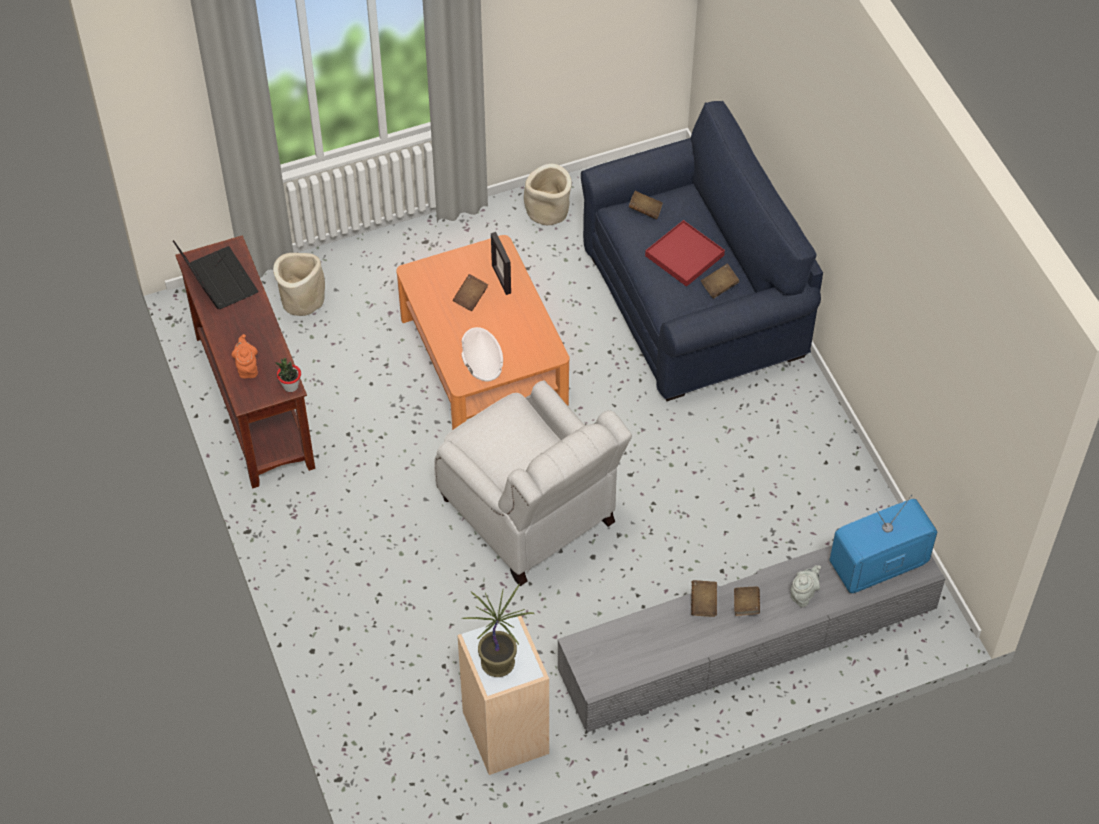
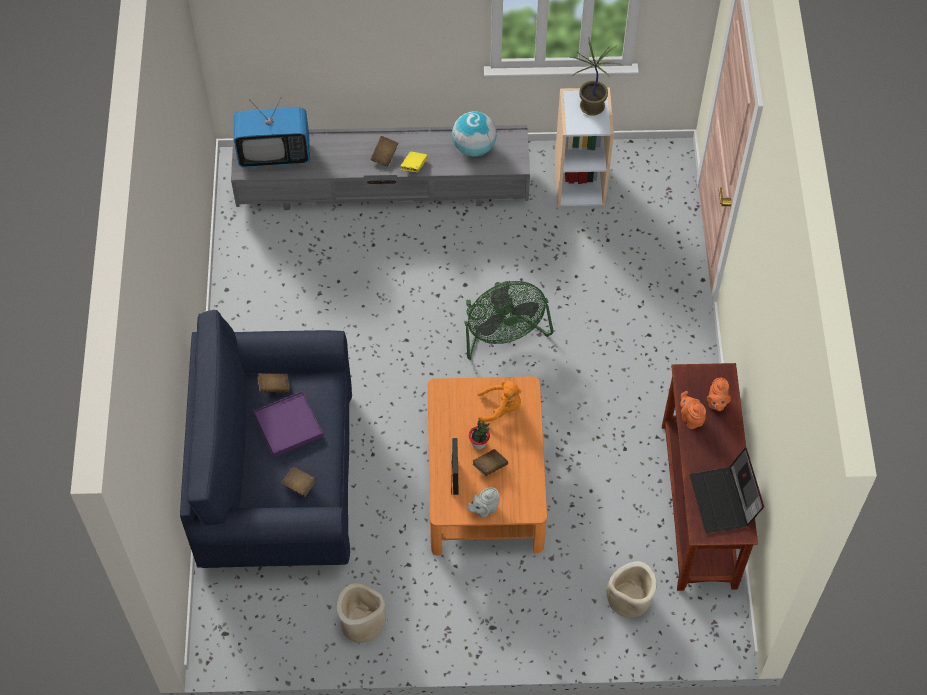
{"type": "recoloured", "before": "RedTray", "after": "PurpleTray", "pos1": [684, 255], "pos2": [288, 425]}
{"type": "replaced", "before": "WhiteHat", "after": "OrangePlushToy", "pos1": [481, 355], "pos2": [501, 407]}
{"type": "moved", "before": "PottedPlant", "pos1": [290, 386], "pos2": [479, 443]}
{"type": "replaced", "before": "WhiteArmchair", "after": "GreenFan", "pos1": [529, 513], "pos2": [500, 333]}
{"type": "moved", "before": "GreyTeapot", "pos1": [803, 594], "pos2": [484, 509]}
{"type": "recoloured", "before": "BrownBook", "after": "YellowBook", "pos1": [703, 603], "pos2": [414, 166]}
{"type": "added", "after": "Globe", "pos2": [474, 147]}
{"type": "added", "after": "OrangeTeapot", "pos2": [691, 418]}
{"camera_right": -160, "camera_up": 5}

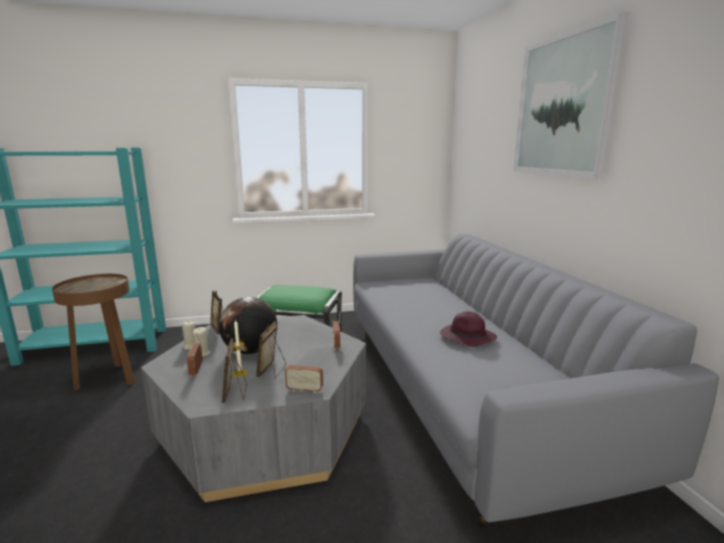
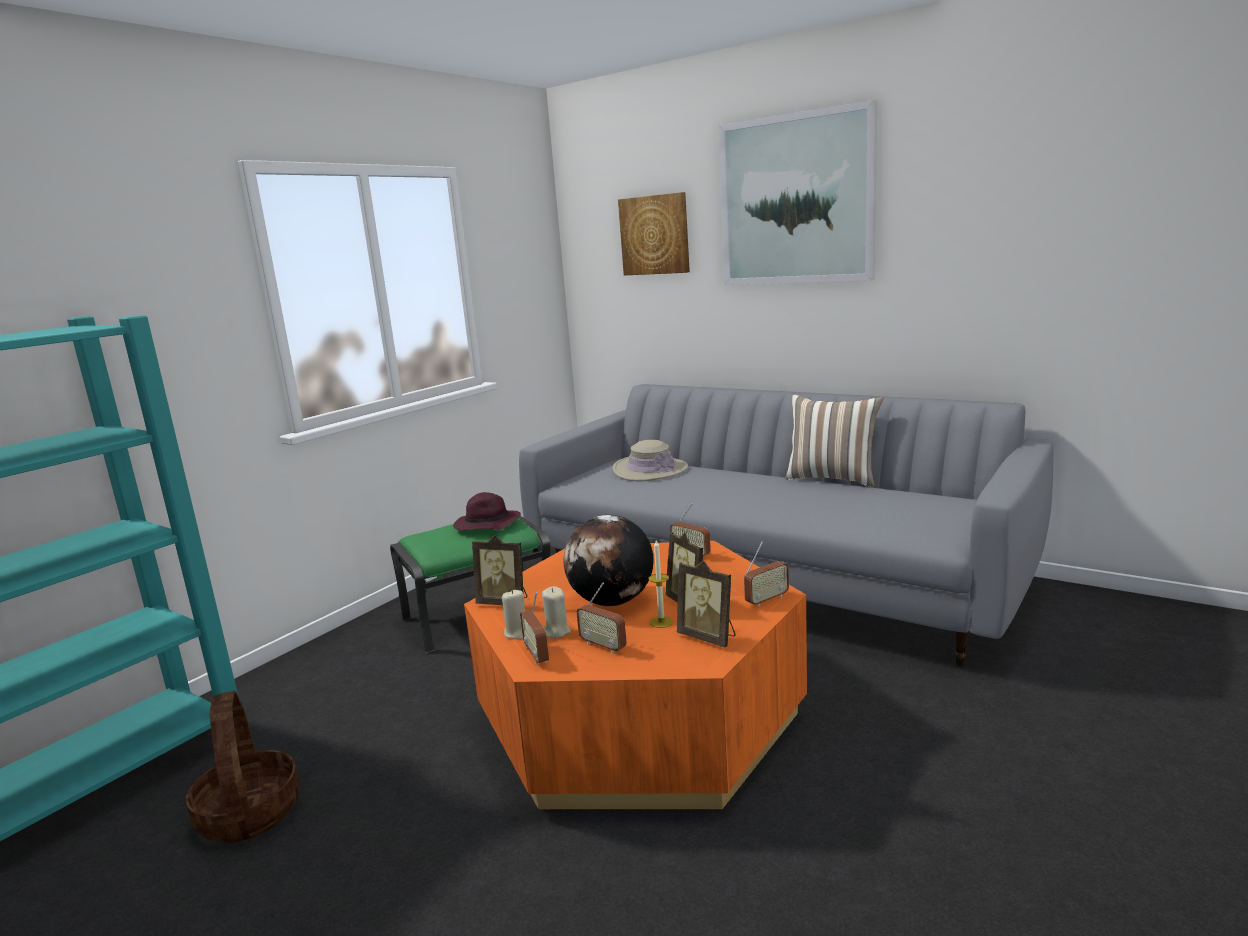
{"type": "replaced", "before": "BrownSideTable", "after": "Basket", "pos1": [109, 379], "pos2": [249, 813]}
{"type": "moved", "before": "PurpleHat", "pos1": [466, 338], "pos2": [486, 525]}
{"type": "recoloured", "before": "GreyCoffeeTable", "after": "OrangeCoffeeTable", "pos1": [265, 428], "pos2": [640, 717]}
{"type": "added", "after": "Picture", "pos2": [655, 235]}
{"type": "added", "after": "Pillow", "pos2": [832, 478]}
{"type": "added", "after": "BeigeHat", "pos2": [650, 470]}
{"type": "added", "after": "Radio", "pos2": [537, 655]}
{"camera_right": -40, "camera_up": 0}

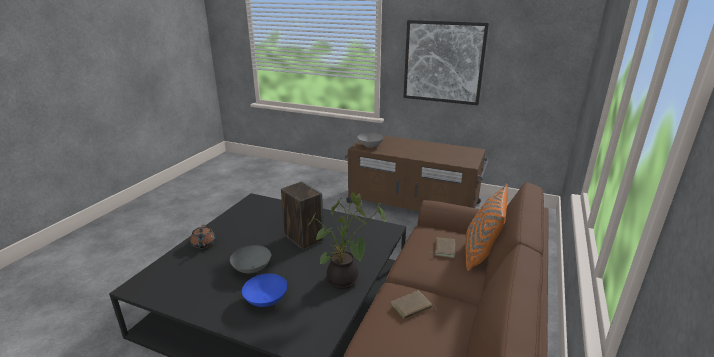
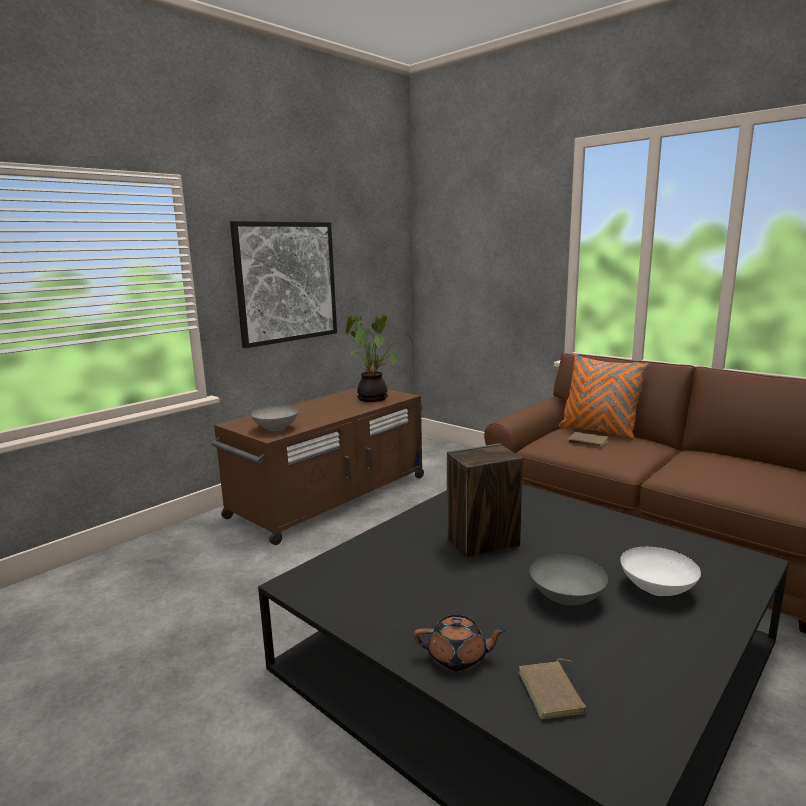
{"type": "moved", "before": "PottedPlant", "pos1": [344, 281], "pos2": [375, 398]}
{"type": "recoloured", "before": "BlueBowl", "after": "WhiteBowl", "pos1": [265, 301], "pos2": [658, 590]}
{"type": "moved", "before": "BrownBook", "pos1": [412, 307], "pos2": [553, 693]}
{"camera_right": -70, "camera_up": -10}

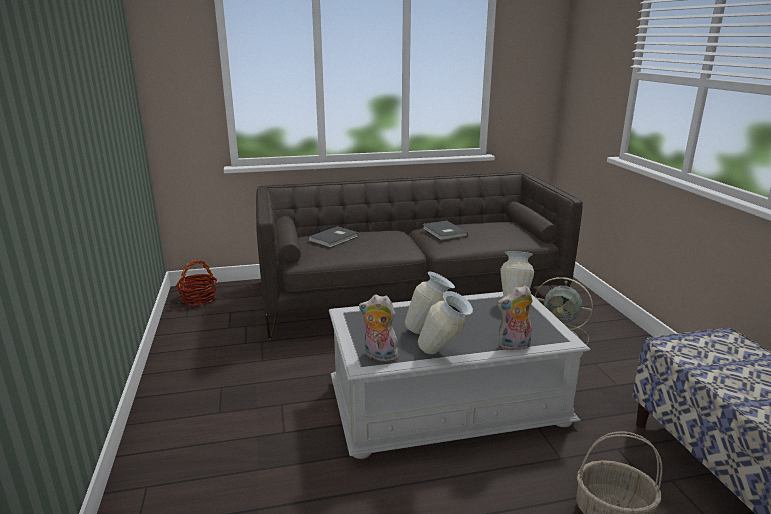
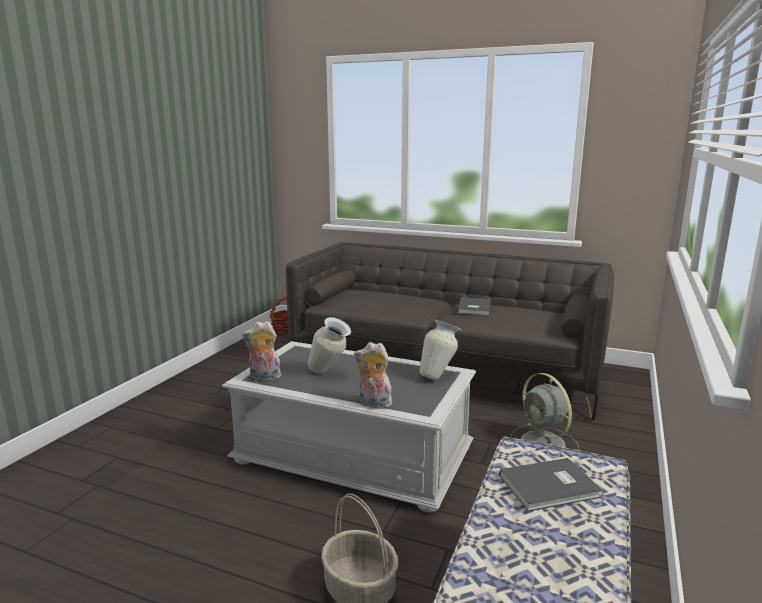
{"type": "moved", "before": "GreyBook", "pos1": [334, 238], "pos2": [551, 487]}
{"type": "removed", "before": "Vase", "pos1": [444, 354]}
{"type": "turned", "before": "PlushToy", "pos1": [379, 356], "pos2": [264, 378], "turn": -60}
{"camera_right": 35, "camera_up": -5}

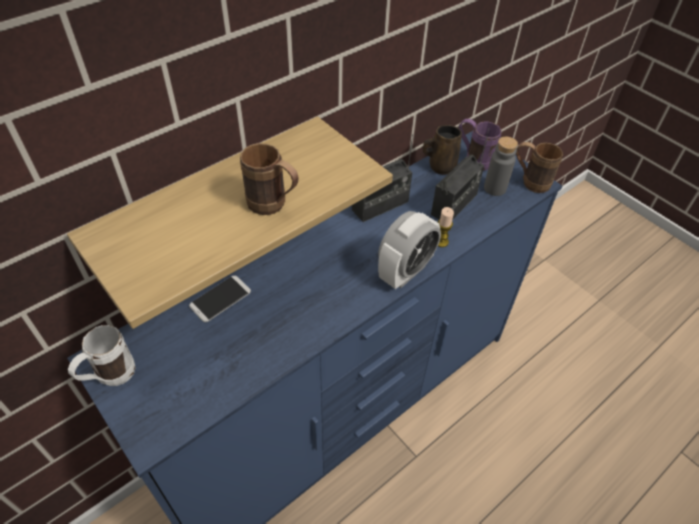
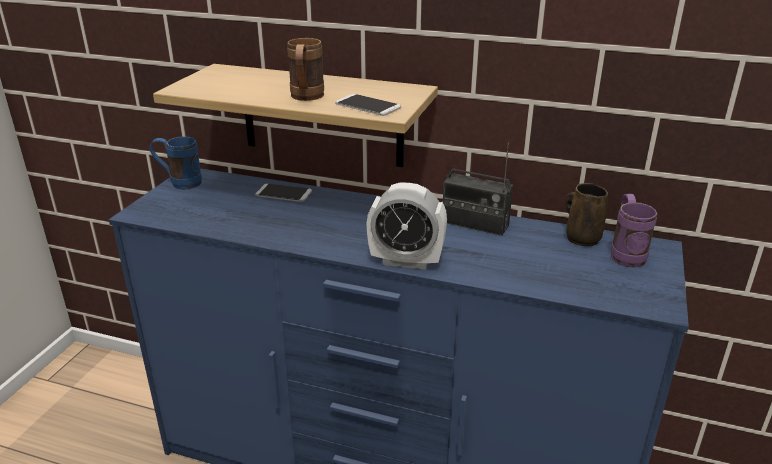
{"type": "removed", "before": "Radio", "pos1": [454, 204]}
{"type": "removed", "before": "GreyBottle", "pos1": [494, 188]}
{"type": "removed", "before": "BrownMug", "pos1": [529, 182]}
{"type": "removed", "before": "Candle", "pos1": [441, 242]}
{"type": "recoloured", "before": "WhiteMug", "after": "BlueMug", "pos1": [109, 378], "pos2": [179, 183]}
{"type": "added", "after": "Phone", "pos2": [368, 106]}
{"camera_right": 60, "camera_up": -20}

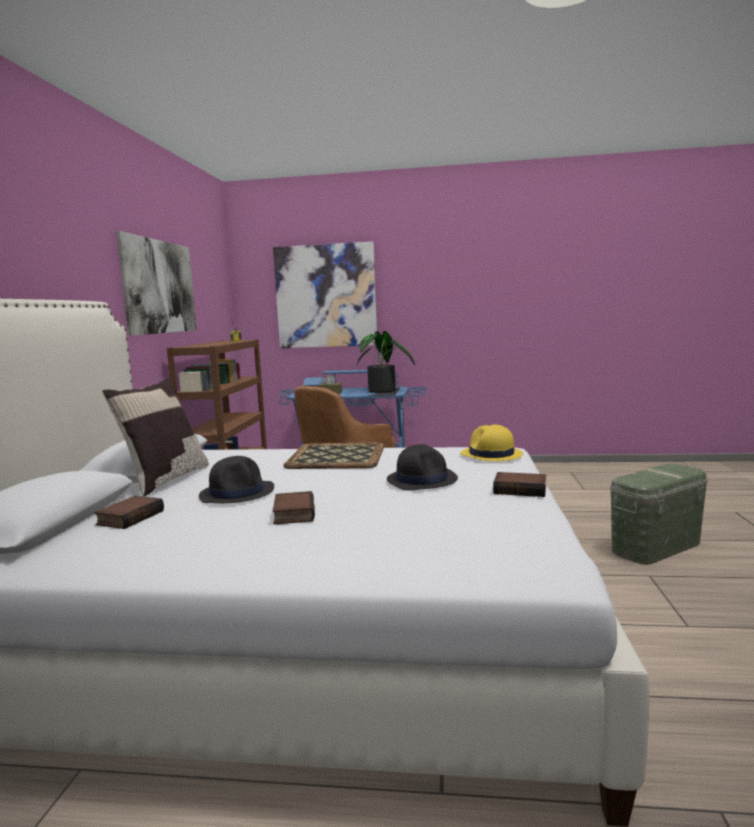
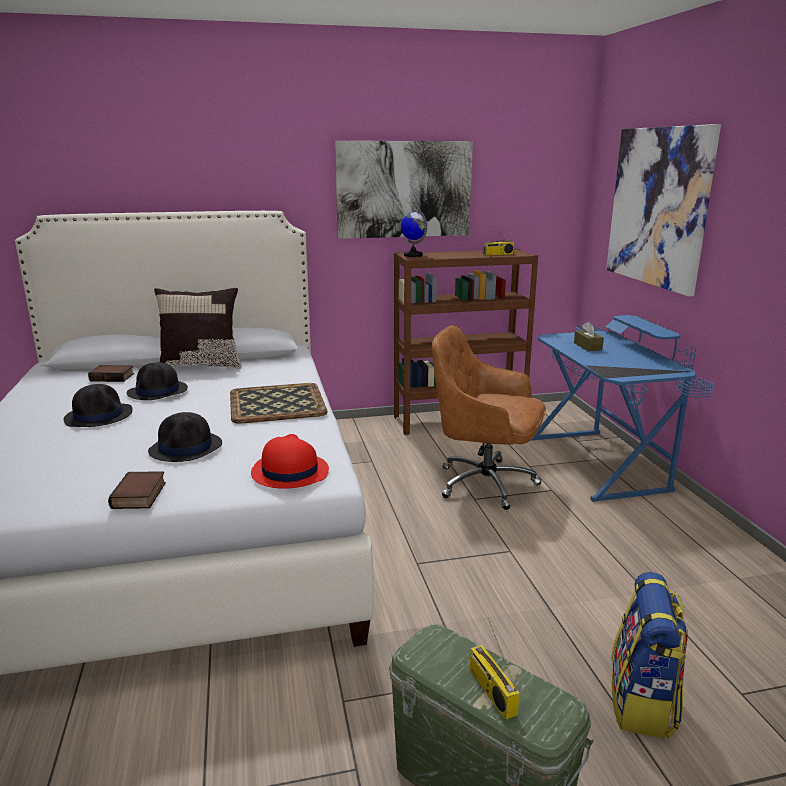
{"type": "removed", "before": "PottedPlant", "pos1": [384, 391]}
{"type": "recoloured", "before": "YellowHat", "after": "RedHat", "pos1": [491, 455], "pos2": [289, 472]}
{"type": "replaced", "before": "Book", "after": "BlackHat", "pos1": [292, 513], "pos2": [99, 416]}
{"type": "added", "after": "Globe", "pos2": [413, 255]}
{"type": "added", "after": "Backpack", "pos2": [643, 703]}
{"type": "added", "after": "Radio", "pos2": [490, 691]}
{"camera_right": 70, "camera_up": 10}

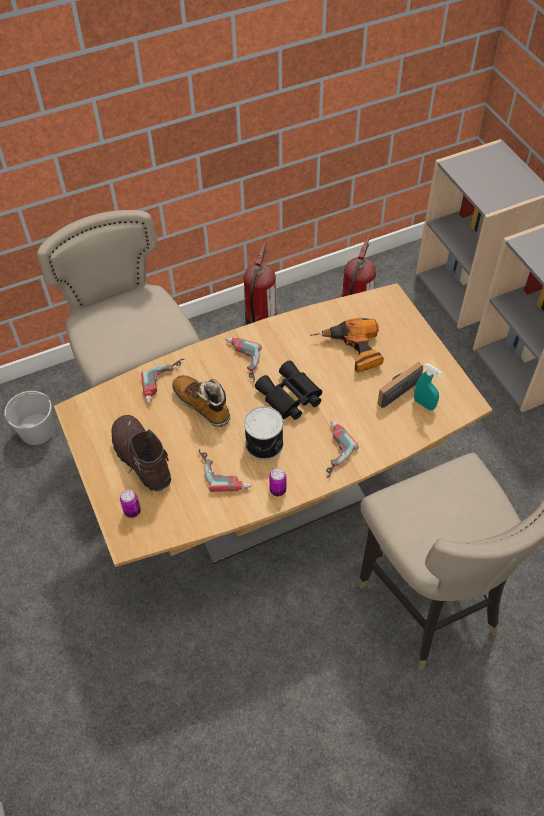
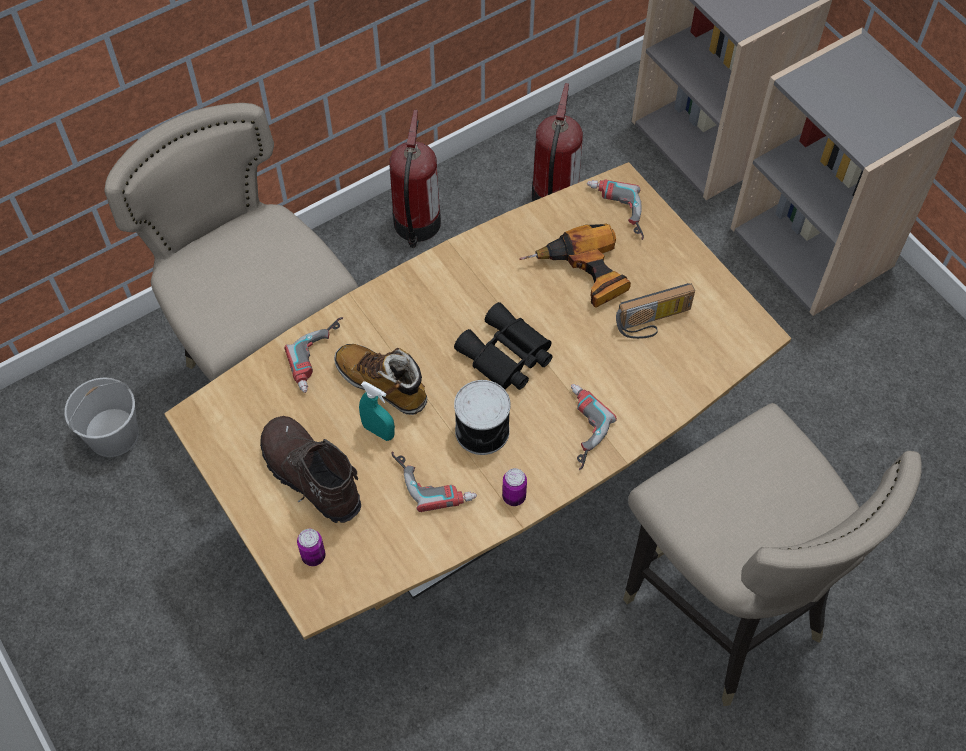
{"type": "moved", "before": "PowerDrill", "pos1": [240, 361], "pos2": [614, 212]}
{"type": "turned", "before": "Radio", "pos1": [396, 388], "pos2": [654, 323], "turn": -150}
{"type": "moved", "before": "TurquoiseSprayBottle", "pos1": [424, 404], "pos2": [378, 431]}
{"camera_right": -10, "camera_up": 5}

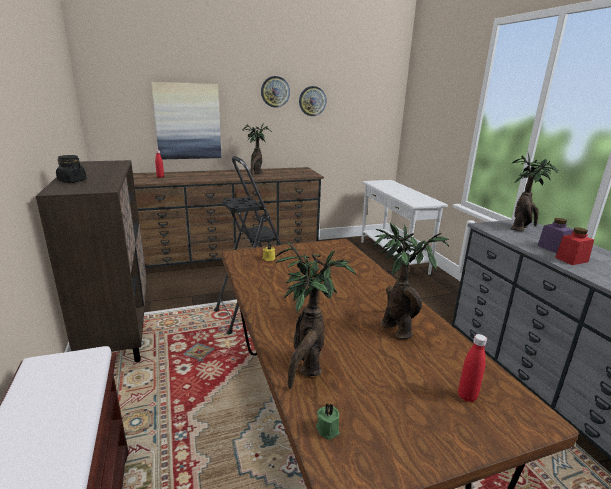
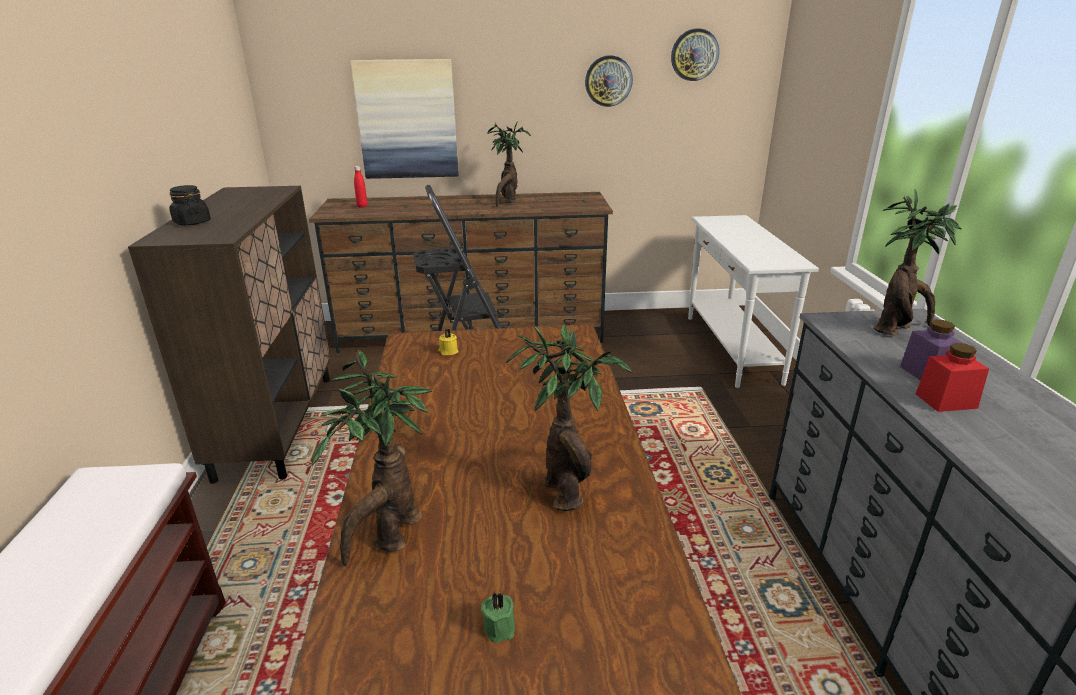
{"type": "moved", "before": "WallClock", "pos1": [275, 92], "pos2": [694, 55]}
{"type": "removed", "before": "RedBottle", "pos1": [467, 396]}
{"type": "moved", "before": "GreenCandle", "pos1": [328, 428], "pos2": [500, 627]}
{"camera_right": 15, "camera_up": 5}

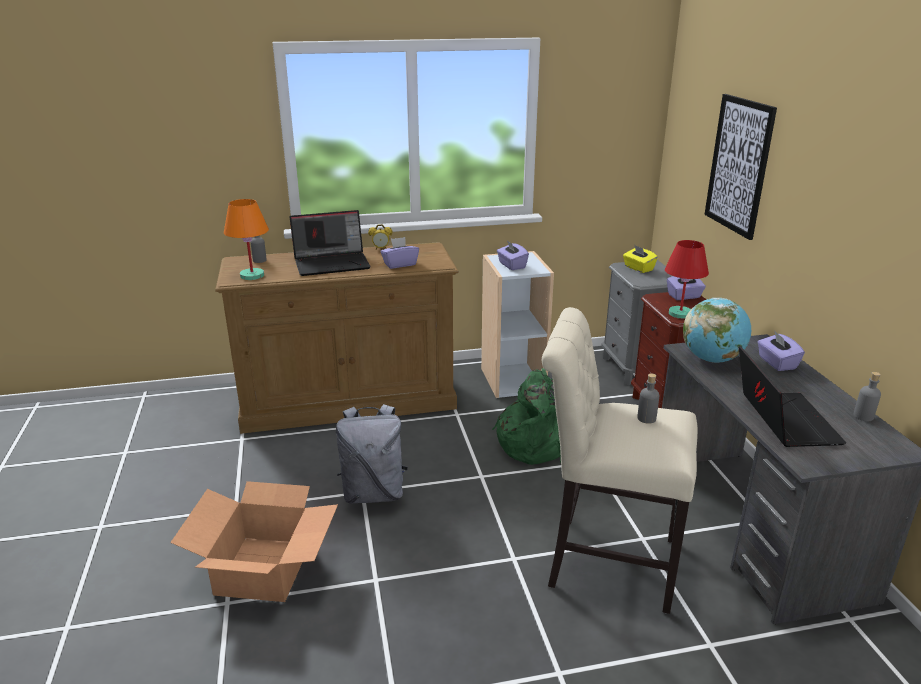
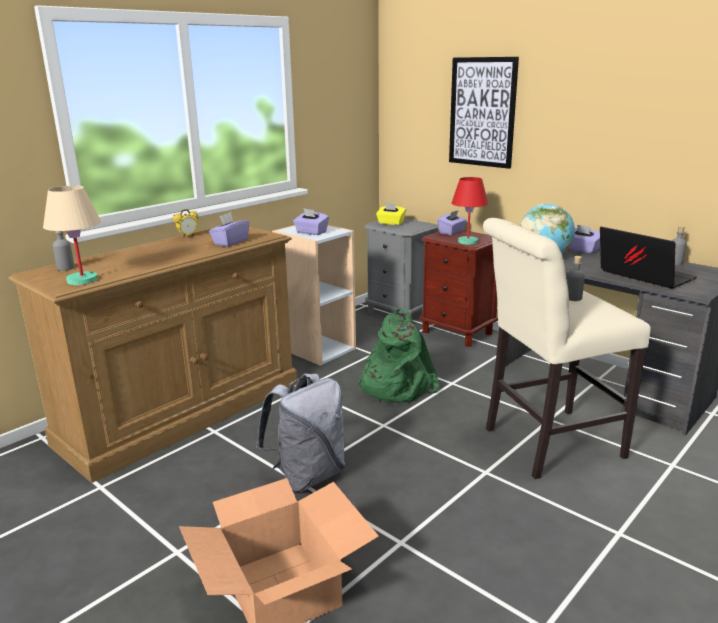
{"type": "recoloured", "before": "OrangeTableLamp", "after": "BeigeTableLamp", "pos1": [252, 276], "pos2": [82, 280]}
{"type": "removed", "before": "Laptop", "pos1": [332, 263]}
{"camera_right": -35, "camera_up": -5}

